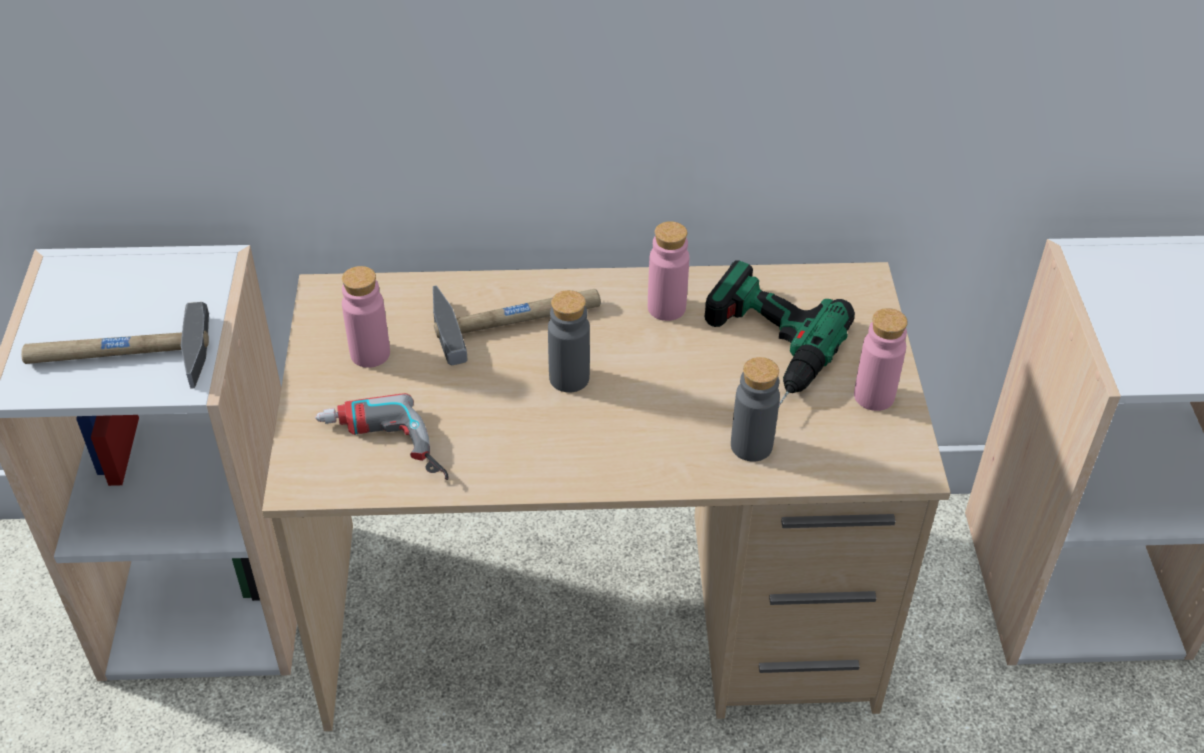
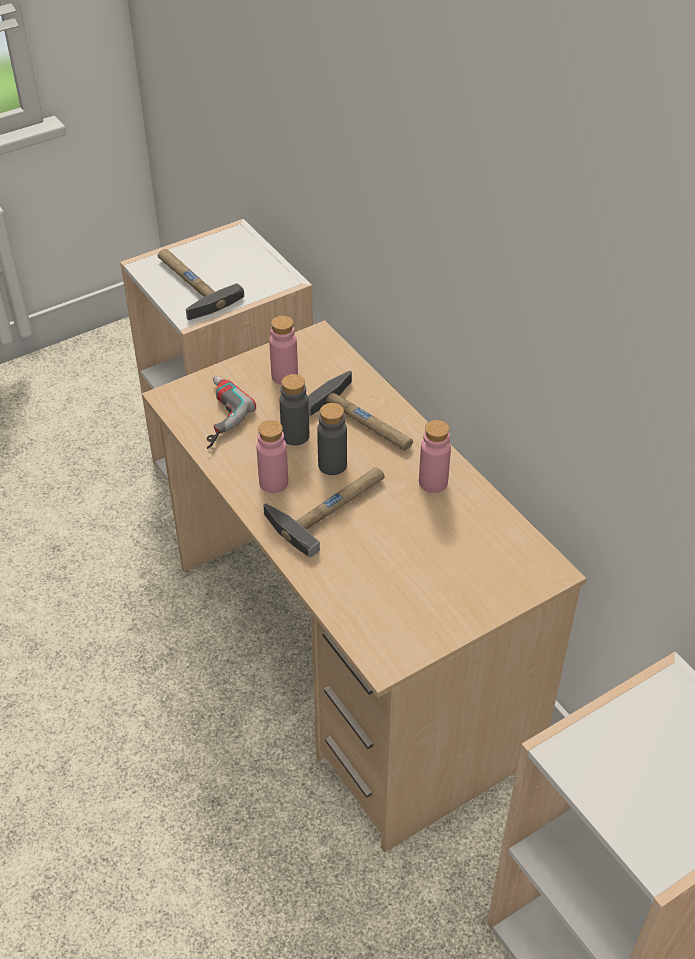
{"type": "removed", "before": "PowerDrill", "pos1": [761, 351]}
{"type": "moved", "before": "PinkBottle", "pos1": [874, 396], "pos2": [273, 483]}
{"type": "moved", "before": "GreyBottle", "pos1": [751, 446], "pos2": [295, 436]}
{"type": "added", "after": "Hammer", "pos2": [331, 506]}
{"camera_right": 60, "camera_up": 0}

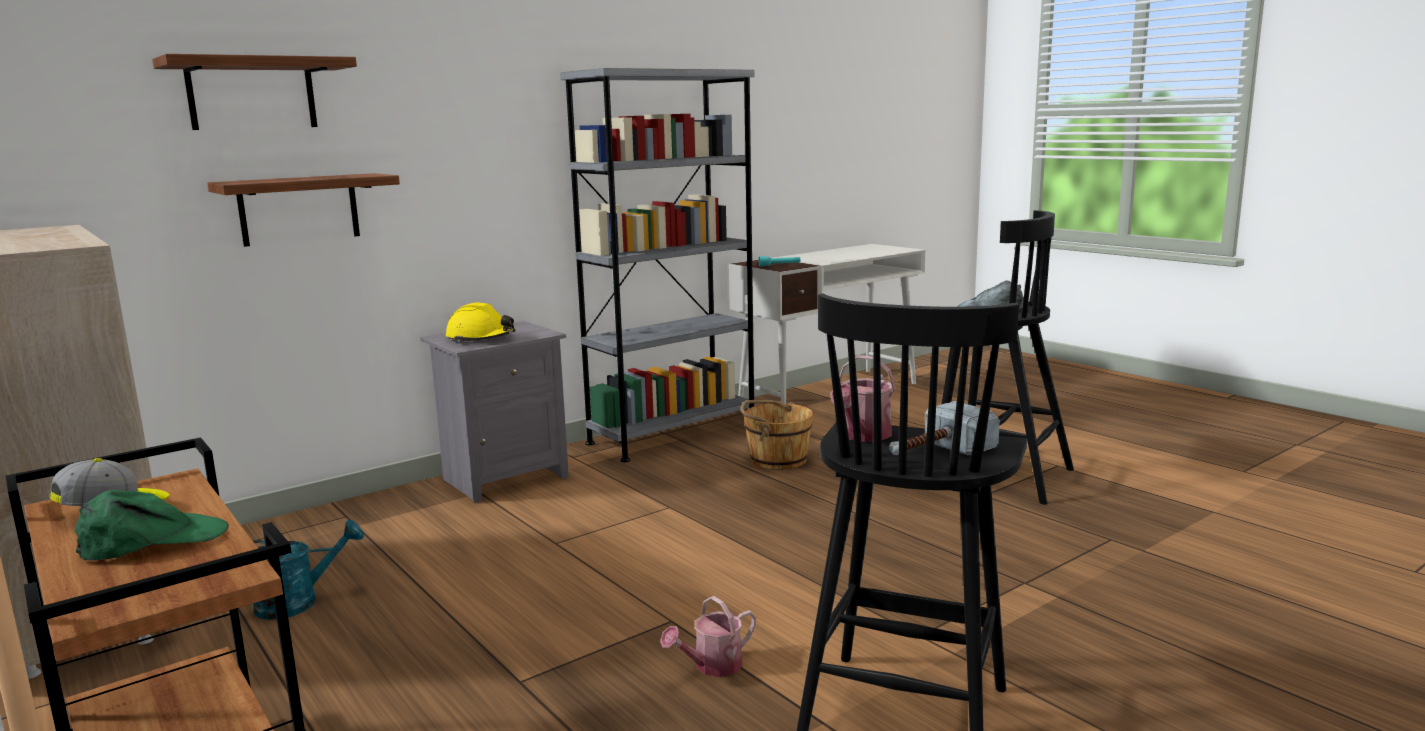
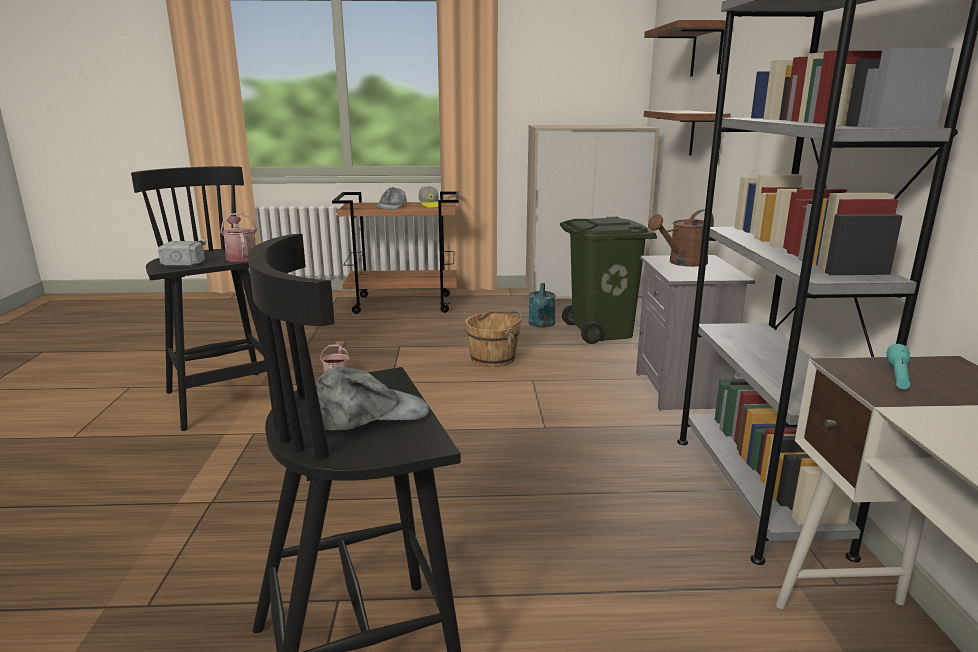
{"type": "replaced", "before": "YellowHardHat", "after": "BrownWateringCan", "pos1": [481, 338], "pos2": [682, 263]}
{"type": "moved", "before": "BrownBucket", "pos1": [777, 459], "pos2": [493, 358]}
{"type": "recoloured", "before": "GreenCap", "after": "GreyCap", "pos1": [154, 540], "pos2": [391, 206]}
{"type": "added", "after": "GreenTrashCan", "pos2": [602, 332]}
{"camera_right": 125, "camera_up": 5}

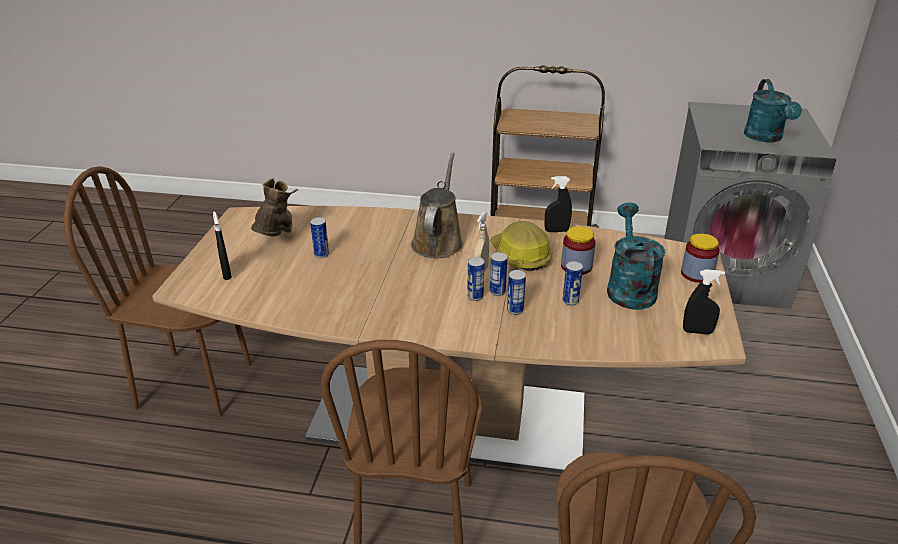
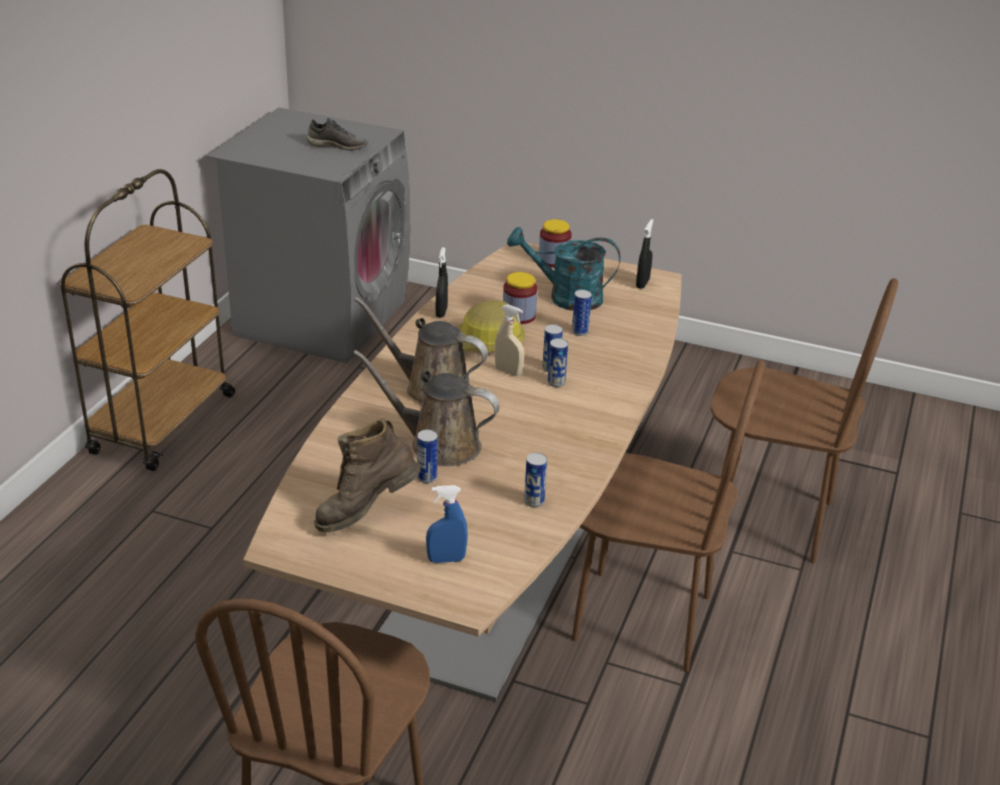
{"type": "replaced", "before": "TurquoiseWateringCan", "after": "GreyShoe", "pos1": [766, 138], "pos2": [338, 145]}
{"type": "turned", "before": "BrownBoot", "pos1": [277, 238], "pos2": [366, 512], "turn": -45}
{"type": "recoloured", "before": "BlackSprayBottle", "after": "BlueSprayBottle", "pos1": [226, 274], "pos2": [446, 559]}
{"type": "moved", "before": "Can", "pos1": [515, 310], "pos2": [534, 501]}
{"type": "added", "after": "BrownWateringCan", "pos2": [438, 444]}
{"camera_right": -80, "camera_up": 0}

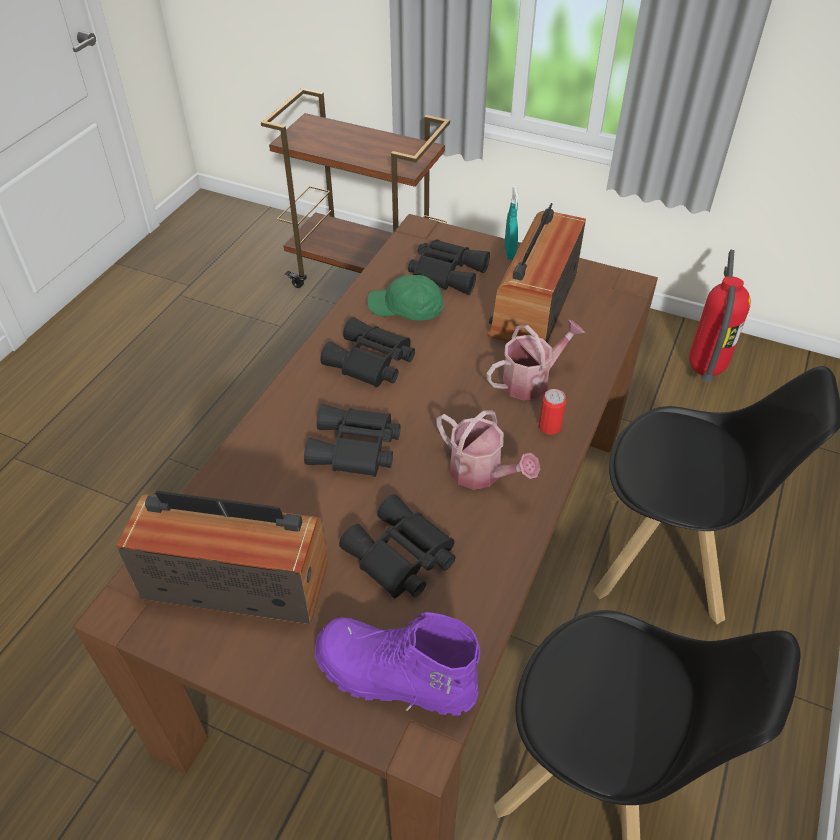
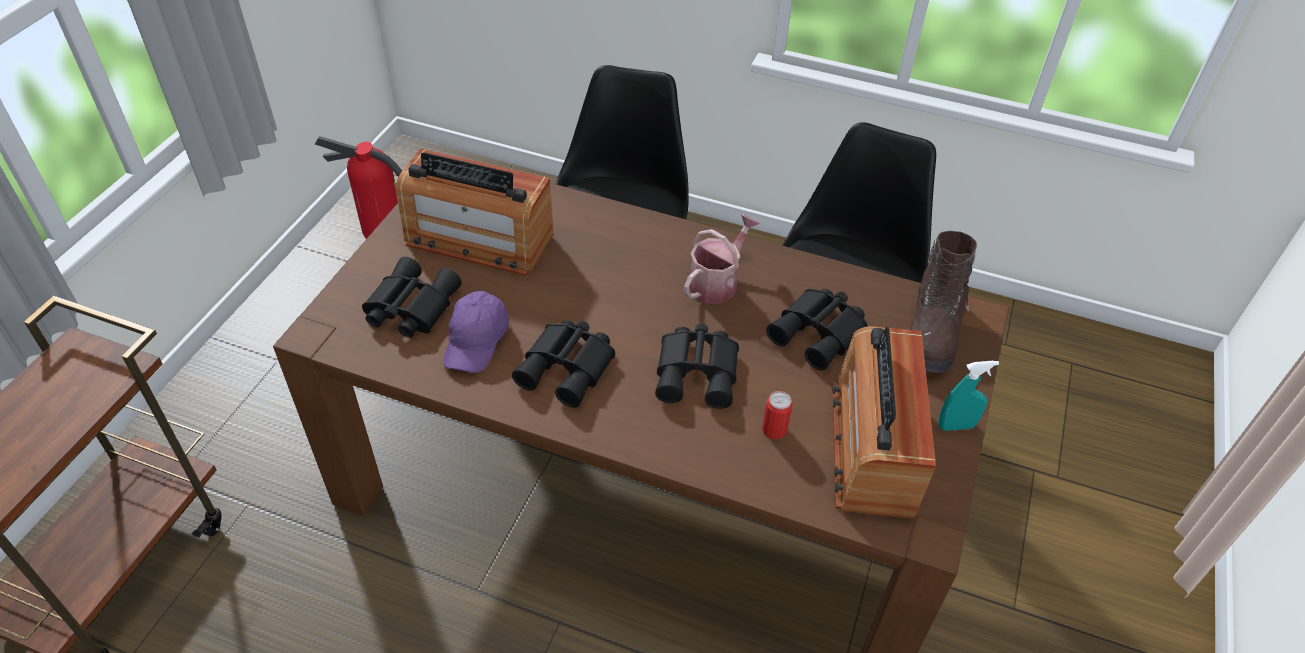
{"type": "moved", "before": "TurquoiseSprayBottle", "pos1": [509, 253], "pos2": [956, 426]}
{"type": "recoloured", "before": "GreenCap", "after": "PurpleCap", "pos1": [406, 309], "pos2": [477, 341]}
{"type": "removed", "before": "WateringCan", "pos1": [531, 380]}
{"type": "moved", "before": "Can", "pos1": [549, 426], "pos2": [774, 429]}
{"type": "recoloured", "before": "PurpleBoot", "after": "BrownBoot", "pos1": [394, 678], "pos2": [932, 332]}
{"camera_right": -95, "camera_up": 0}

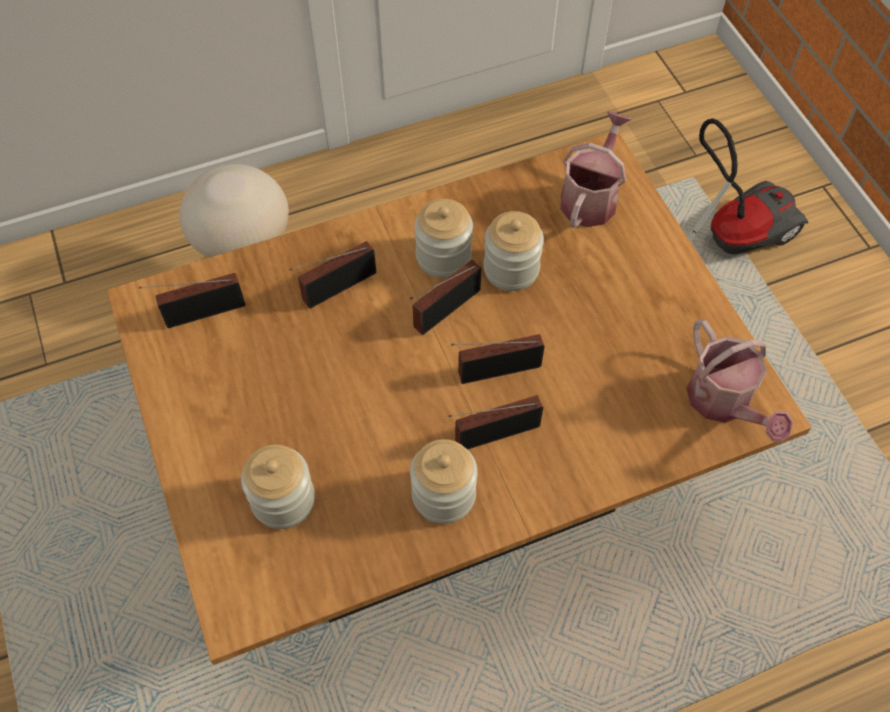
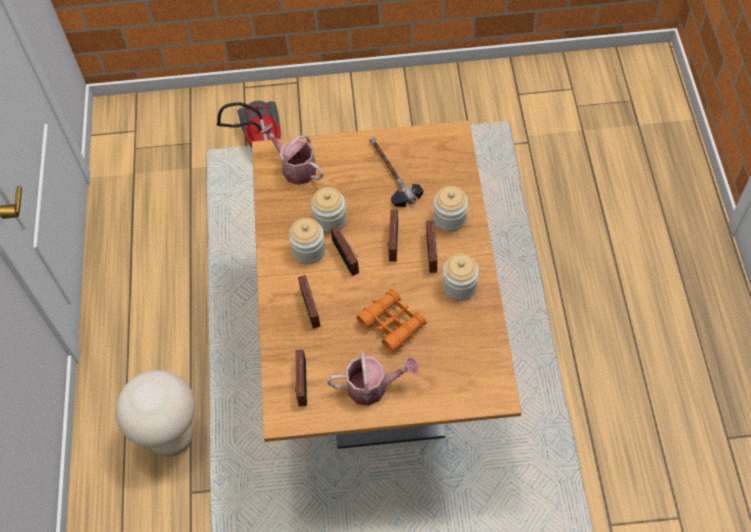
{"type": "moved", "before": "WateringCan", "pos1": [724, 403], "pos2": [373, 387]}
{"type": "moved", "before": "Jar", "pos1": [283, 500], "pos2": [450, 218]}
{"type": "added", "after": "Hammer", "pos2": [391, 173]}
{"type": "added", "after": "OrangeBinoculars", "pos2": [392, 324]}
{"camera_right": -70, "camera_up": 0}

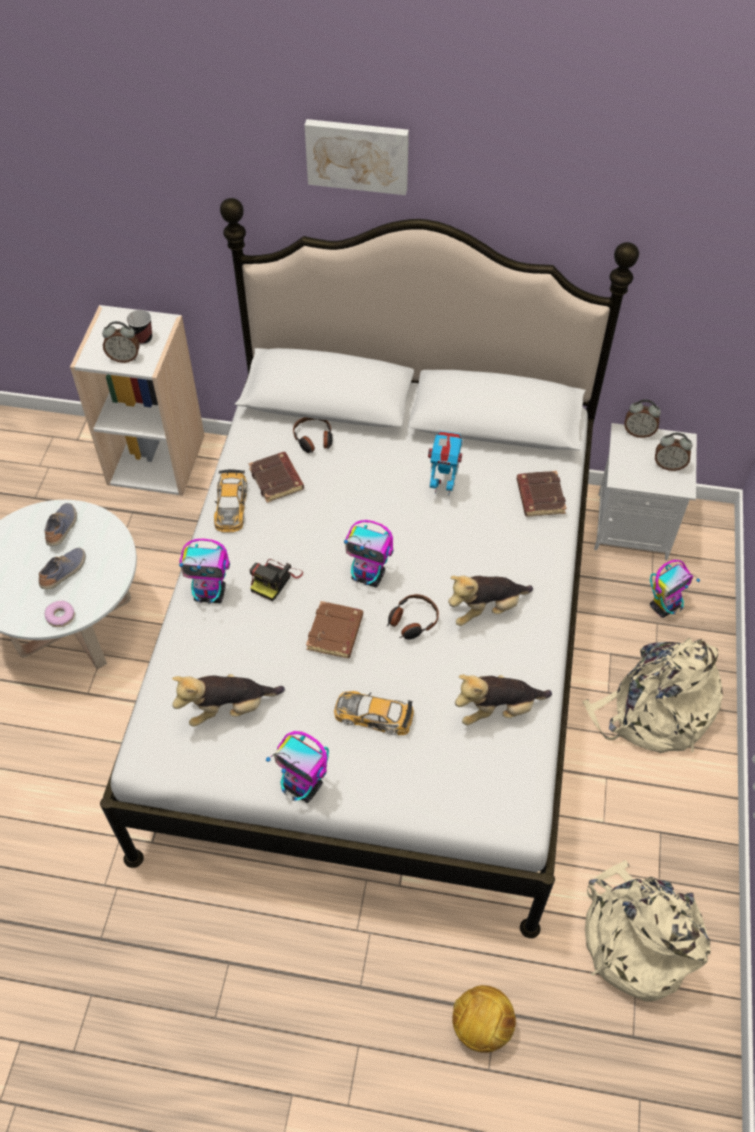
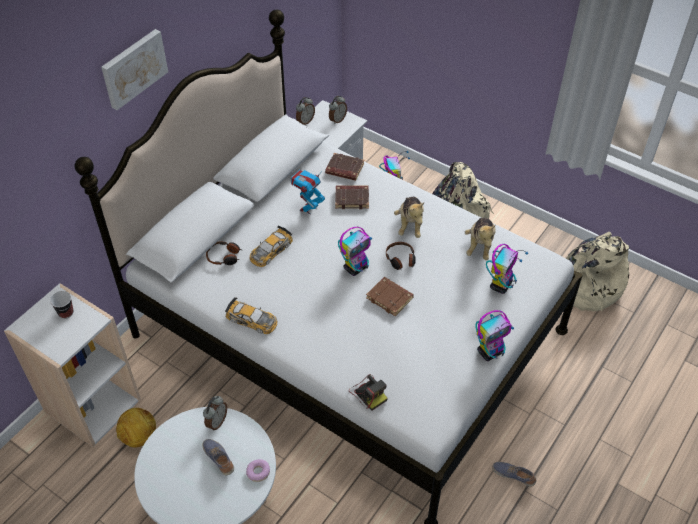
{"type": "moved", "before": "AlarmClock", "pos1": [124, 358], "pos2": [216, 422]}
{"type": "moved", "before": "BrownBook", "pos1": [277, 480], "pos2": [352, 199]}
{"type": "moved", "before": "Shoe", "pos1": [63, 529], "pos2": [513, 475]}
{"type": "moved", "before": "ToyRobot", "pos1": [211, 594], "pos2": [501, 285]}
{"type": "moved", "before": "PhotoCamera", "pos1": [275, 580], "pos2": [368, 393]}
{"type": "removed", "before": "PlushToy", "pos1": [229, 709]}
{"type": "moved", "before": "ToyCar", "pos1": [373, 715], "pos2": [270, 250]}
{"type": "moved", "before": "Football", "pos1": [481, 1026], "pos2": [139, 437]}
{"camera_right": -65, "camera_up": -5}

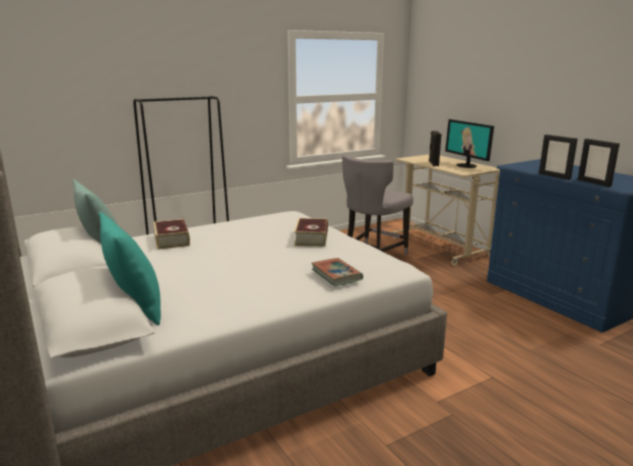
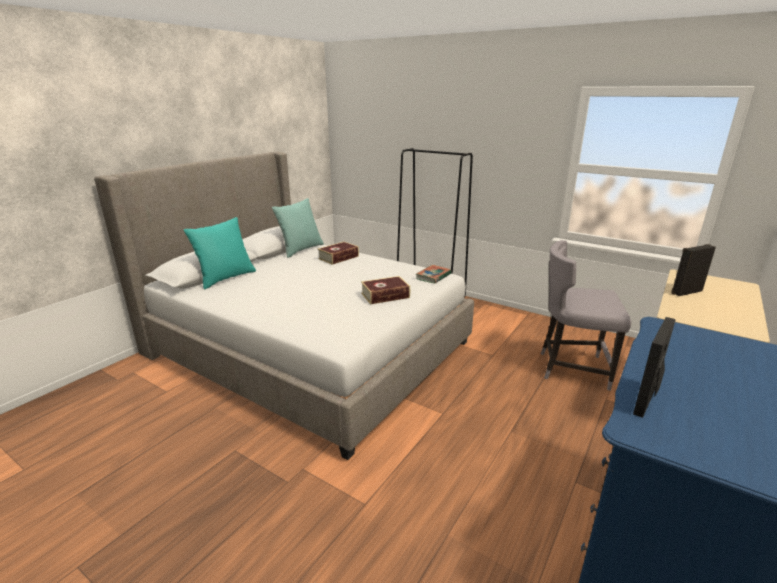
{"type": "removed", "before": "Monitor", "pos1": [466, 165]}
{"type": "removed", "before": "PictureFrame", "pos1": [554, 176]}
{"type": "moved", "before": "Book", "pos1": [336, 275], "pos2": [433, 276]}
{"camera_right": 65, "camera_up": 5}

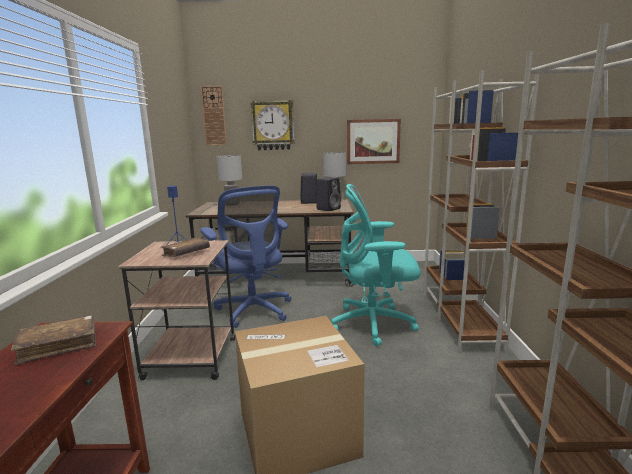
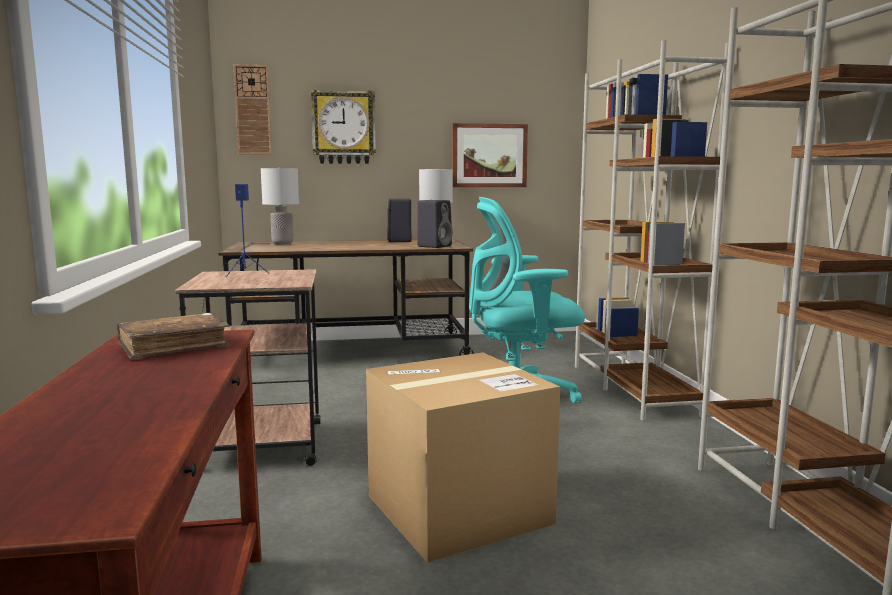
{"type": "removed", "before": "BlueOfficeChair", "pos1": [251, 308]}
{"type": "removed", "before": "BrownBook", "pos1": [186, 253]}
{"camera_right": -10, "camera_up": -5}

